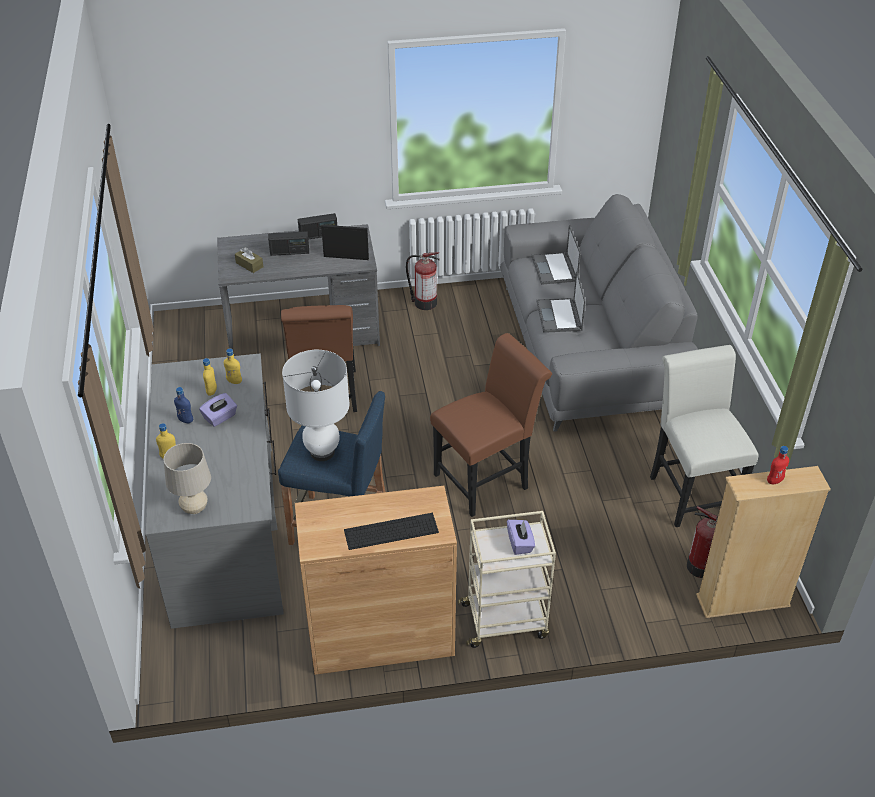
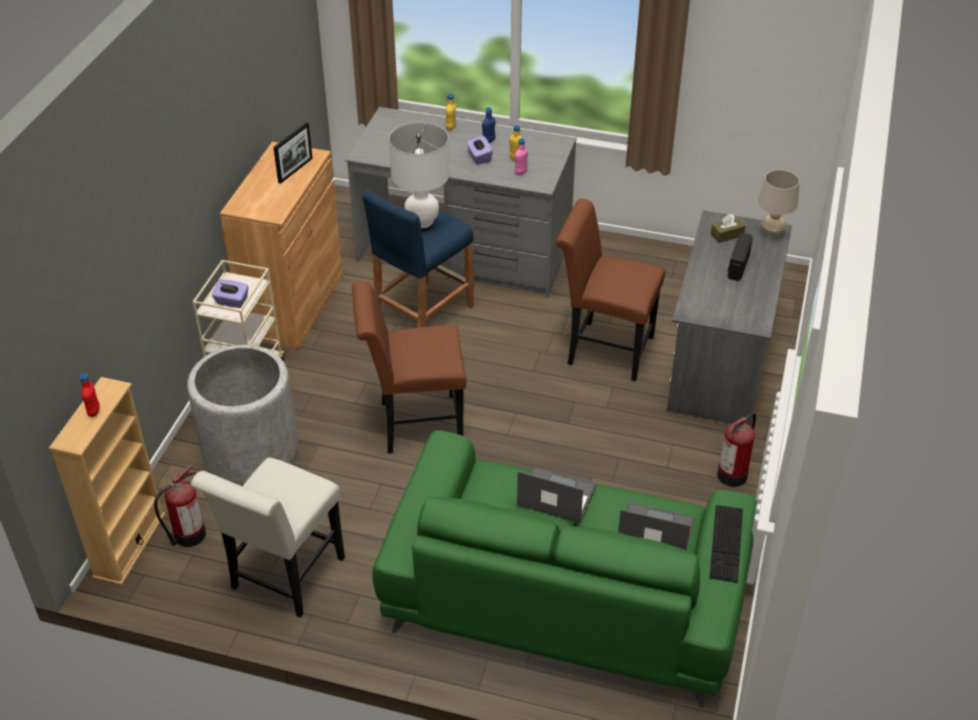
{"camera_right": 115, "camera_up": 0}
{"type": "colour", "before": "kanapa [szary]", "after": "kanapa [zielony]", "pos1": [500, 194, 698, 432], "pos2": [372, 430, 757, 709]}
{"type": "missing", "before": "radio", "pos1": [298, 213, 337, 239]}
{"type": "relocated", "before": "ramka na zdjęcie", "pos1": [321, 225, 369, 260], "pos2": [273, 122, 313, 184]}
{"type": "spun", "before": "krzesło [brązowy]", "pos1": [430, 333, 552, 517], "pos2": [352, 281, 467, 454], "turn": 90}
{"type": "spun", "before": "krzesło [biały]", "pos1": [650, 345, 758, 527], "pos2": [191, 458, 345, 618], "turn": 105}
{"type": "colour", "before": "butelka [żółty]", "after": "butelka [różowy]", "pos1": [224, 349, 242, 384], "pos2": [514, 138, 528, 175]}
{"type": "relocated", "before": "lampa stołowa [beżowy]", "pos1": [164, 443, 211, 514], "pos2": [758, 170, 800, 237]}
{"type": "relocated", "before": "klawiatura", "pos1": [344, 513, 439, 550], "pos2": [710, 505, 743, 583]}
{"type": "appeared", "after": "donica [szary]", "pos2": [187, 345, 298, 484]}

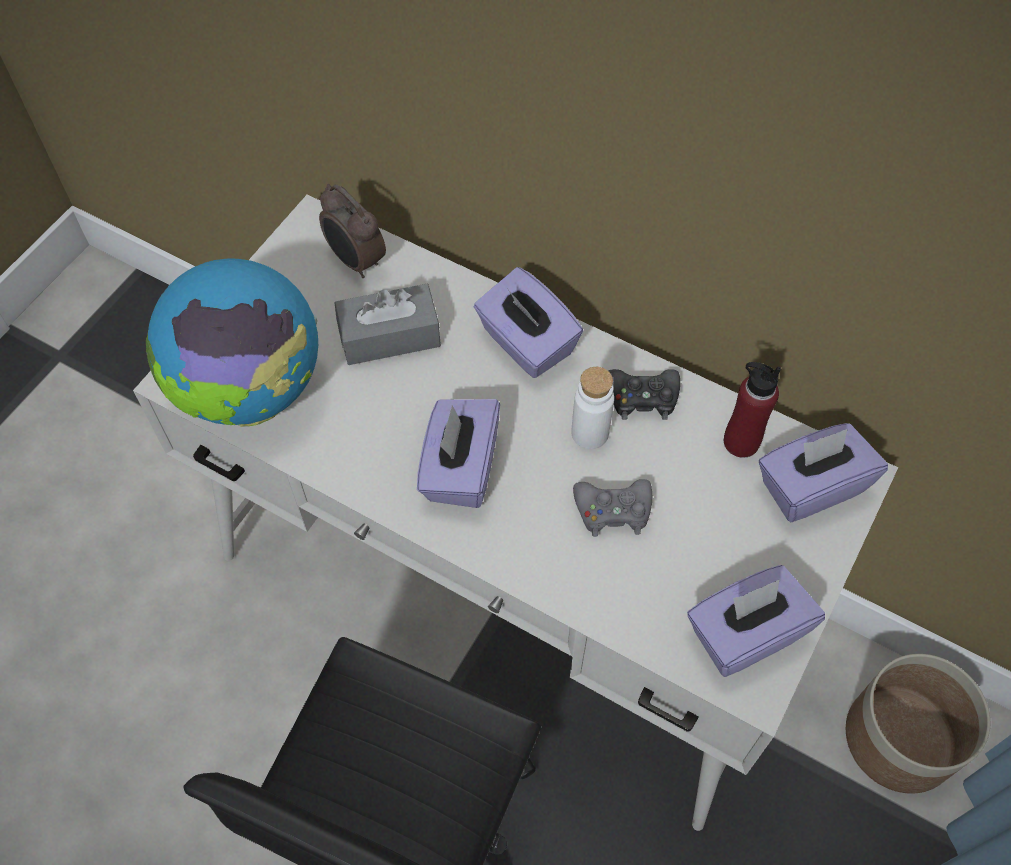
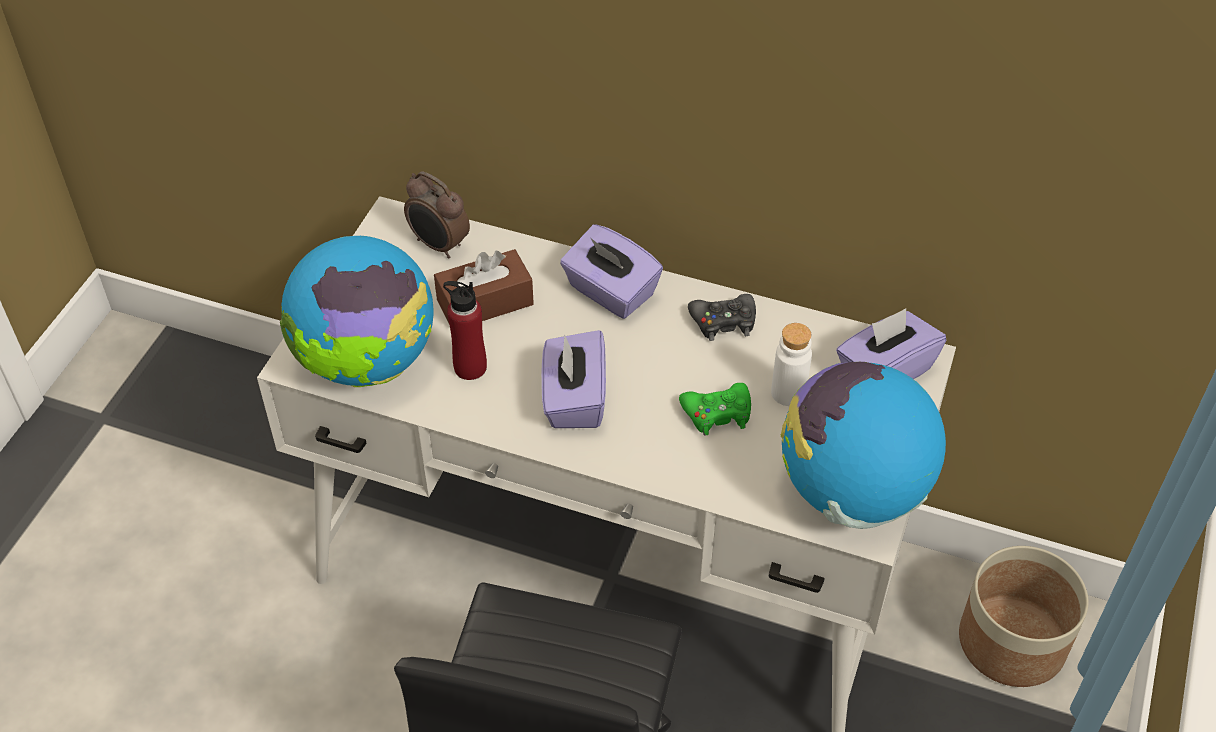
{"camera_right": -10, "camera_up": -10}
{"type": "colour", "before": "pudełko chusteczek [szary]", "after": "pudełko chusteczek [brązowy]", "pos1": [334, 284, 441, 365], "pos2": [434, 249, 534, 323]}
{"type": "relocated", "before": "butelka [czerwony]", "pos1": [724, 362, 781, 458], "pos2": [443, 281, 487, 380]}
{"type": "relocated", "before": "butelka [biały]", "pos1": [571, 367, 614, 449], "pos2": [771, 323, 812, 406]}
{"type": "colour", "before": "pad do gier [szary]", "after": "pad do gier [zielony]", "pos1": [573, 479, 652, 537], "pos2": [679, 383, 751, 436]}
{"type": "exchanged", "before": "pudełko chusteczek [fioletowy]", "after": "globus", "pos1": [687, 565, 825, 677], "pos2": [781, 362, 946, 529]}

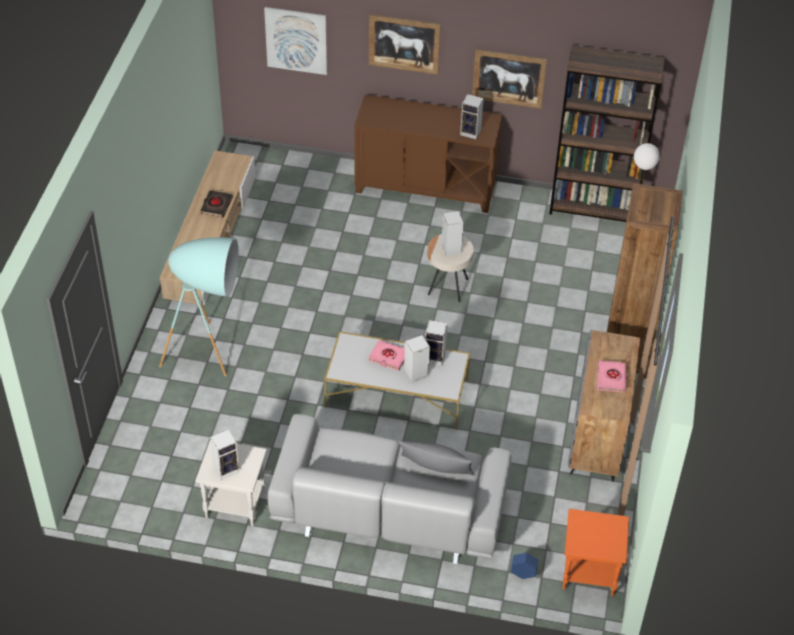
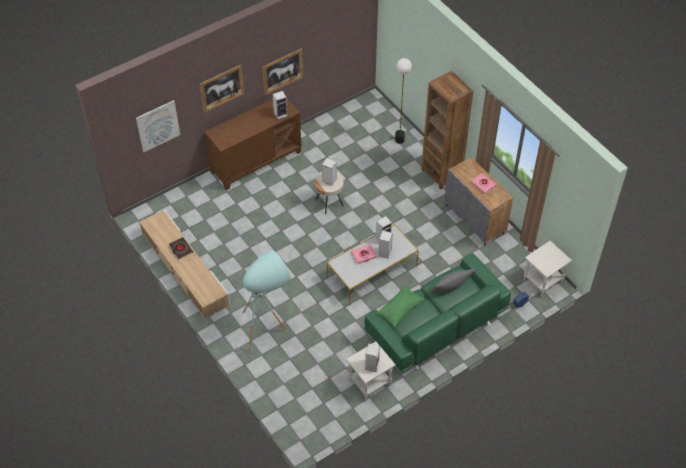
{"camera_right": -45, "camera_up": 5}
{"type": "missing", "before": "regał [brązowy]", "pos1": [549, 45, 665, 222]}
{"type": "colour", "before": "kanapa [szary]", "after": "kanapa [zielony]", "pos1": [268, 414, 511, 564], "pos2": [364, 253, 511, 373]}
{"type": "colour", "before": "stolik [pomarańczowy]", "after": "stolik [biały]", "pos1": [563, 509, 629, 596], "pos2": [524, 241, 572, 297]}
{"type": "appeared", "after": "poduszka [zielony]", "pos2": [376, 286, 424, 327]}

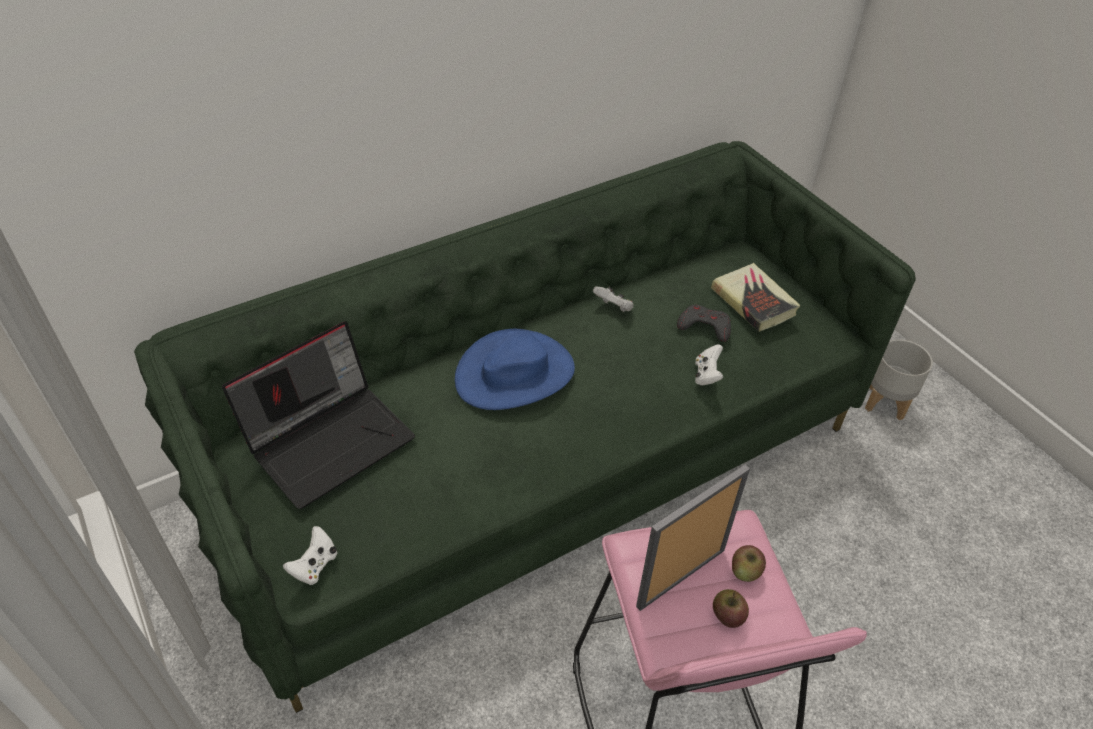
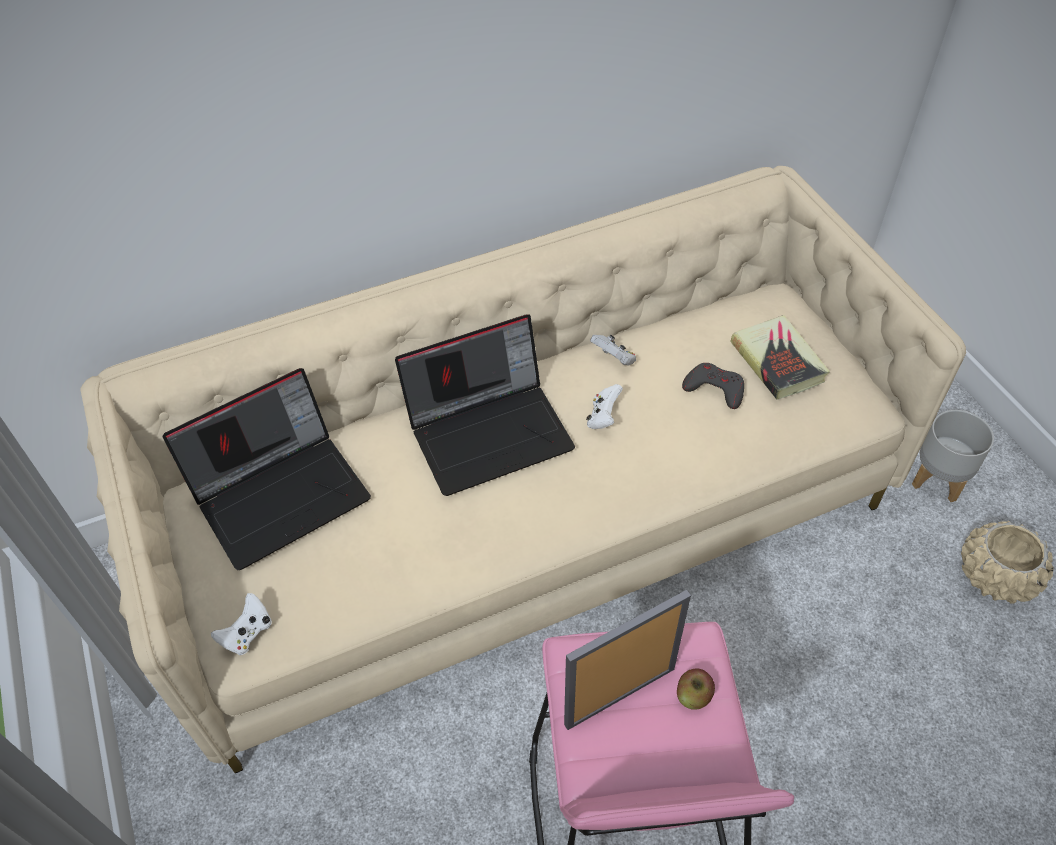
{"camera_right": 10, "camera_up": 5}
{"type": "colour", "before": "kanapa [zielony]", "after": "kanapa [beżowy]", "pos1": [134, 141, 916, 713], "pos2": [80, 166, 966, 773]}
{"type": "exchanged", "before": "kapelusz [niebieski]", "after": "laptop", "pos1": [455, 329, 575, 410], "pos2": [395, 314, 575, 496]}
{"type": "relocated", "before": "pad do gier [biały]", "pos1": [695, 344, 723, 385], "pos2": [586, 384, 623, 429]}
{"type": "missing", "before": "jabłko", "pos1": [713, 589, 749, 628]}
{"type": "appeared", "after": "donica [beżowy]", "pos2": [961, 521, 1054, 604]}

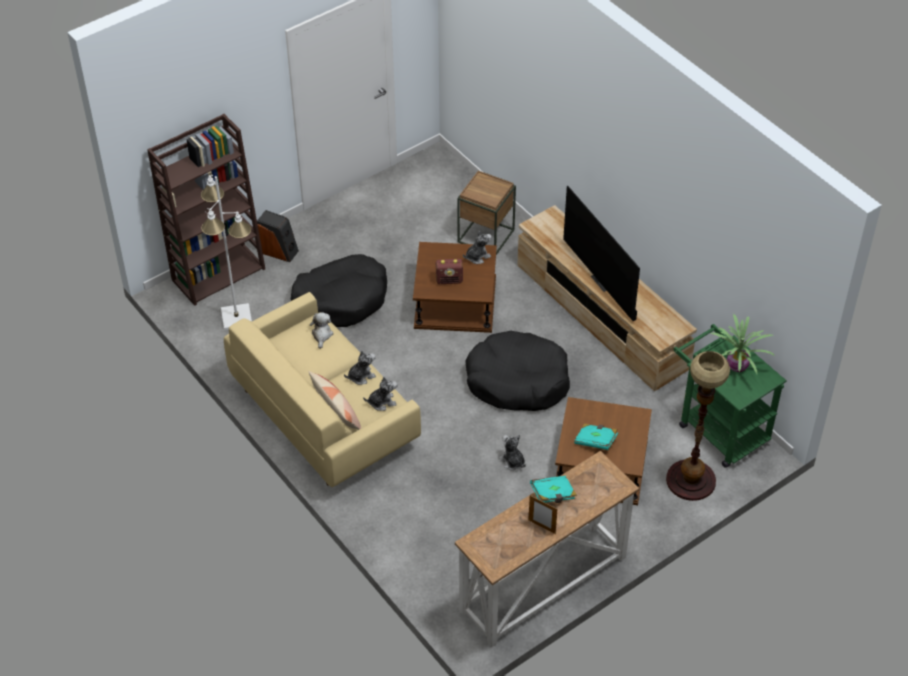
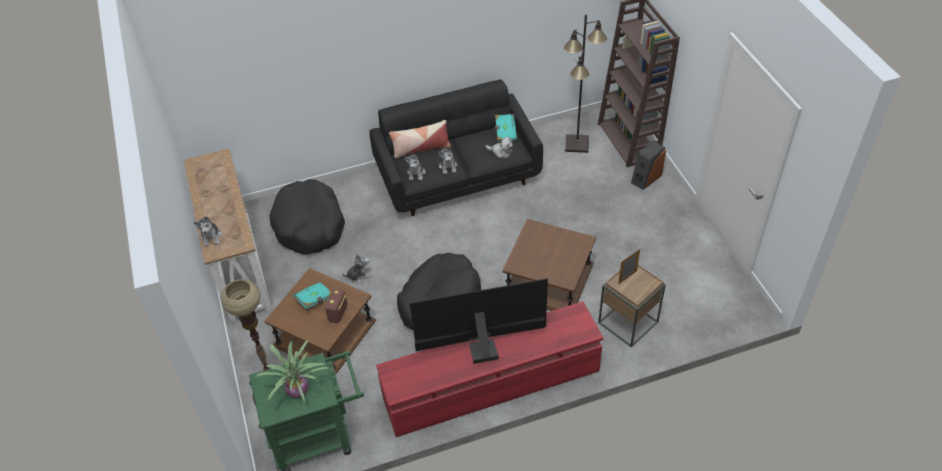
{"camera_right": 110, "camera_up": 0}
{"type": "colour", "before": "lampa stojąca [biały]", "after": "lampa stojąca [czarny]", "pos1": [201, 174, 252, 330], "pos2": [564, 14, 607, 153]}
{"type": "colour", "before": "szafka pod telewizor [beżowy]", "after": "szafka pod telewizor [czerwony]", "pos1": [517, 205, 697, 391], "pos2": [376, 301, 603, 437]}
{"type": "relocated", "before": "pluszak", "pos1": [463, 231, 492, 264], "pos2": [193, 216, 222, 247]}
{"type": "relocated", "before": "legowisko [czarny]", "pos1": [291, 254, 387, 327], "pos2": [269, 179, 345, 254]}
{"type": "relocated", "before": "radio", "pos1": [436, 259, 463, 284], "pos2": [325, 289, 347, 323]}
{"type": "colour", "before": "kanapa [beżowy]", "after": "kanapa [czarny]", "pos1": [224, 292, 421, 487], "pos2": [369, 79, 543, 216]}
{"type": "relocated", "before": "książka [turkusowy]", "pos1": [530, 476, 577, 503], "pos2": [495, 114, 517, 142]}
{"type": "relocated", "before": "ramka na zdjęcie", "pos1": [528, 495, 557, 534], "pos2": [618, 249, 640, 285]}

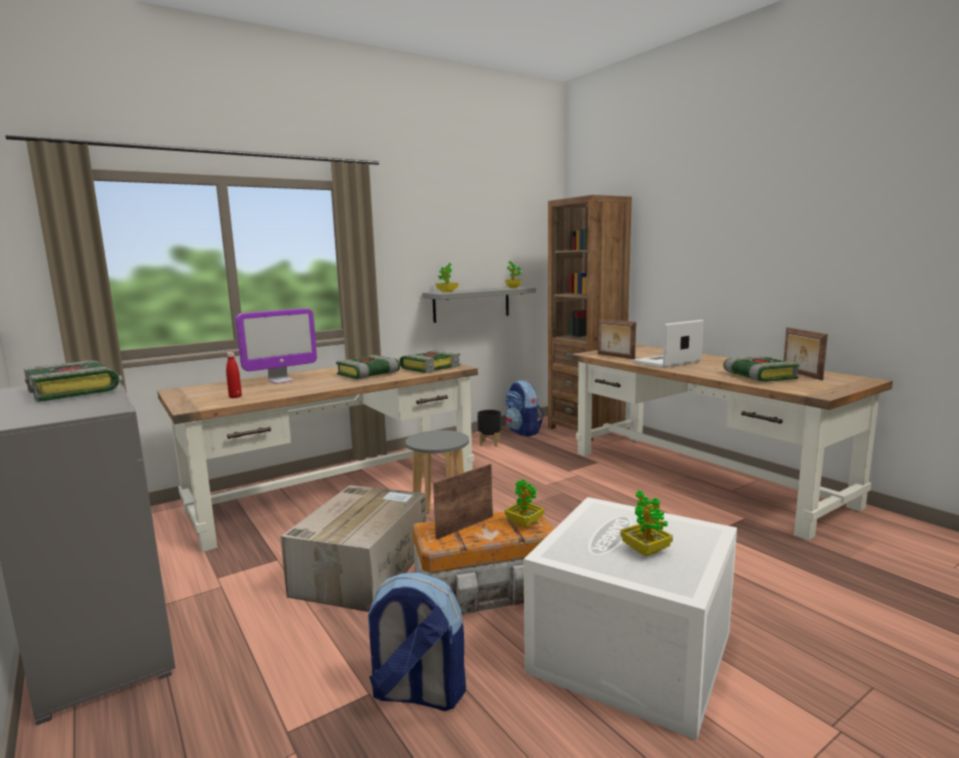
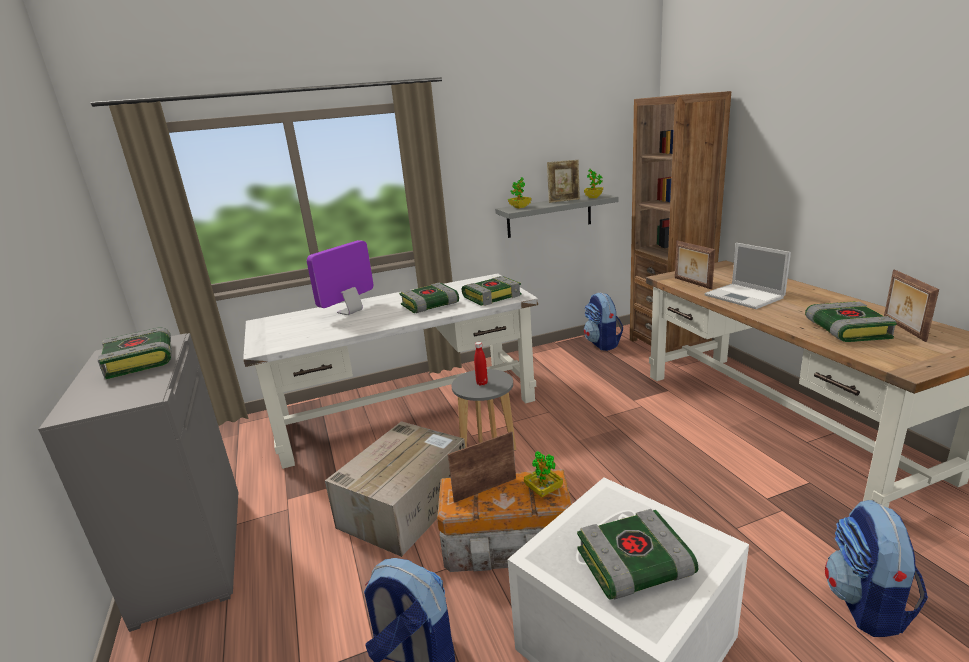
{"camera_right": 15, "camera_up": 10}
{"type": "spun", "before": "monitor", "pos1": [236, 308, 317, 384], "pos2": [307, 240, 373, 315], "turn": 150}
{"type": "spun", "before": "laptop", "pos1": [633, 320, 704, 368], "pos2": [704, 243, 791, 309], "turn": -105}
{"type": "relocated", "before": "butelka [czerwony]", "pos1": [226, 352, 242, 398], "pos2": [474, 342, 488, 386]}
{"type": "colour", "before": "biurko [brązowy]", "after": "biurko [biały]", "pos1": [157, 359, 478, 552], "pos2": [243, 274, 538, 469]}
{"type": "missing", "before": "donica [czarny]", "pos1": [477, 410, 501, 447]}
{"type": "exchanged", "before": "roślina doniczkowa", "after": "książka", "pos1": [620, 490, 673, 556], "pos2": [577, 509, 698, 600]}
{"type": "appeared", "after": "ramka na zdjęcie", "pos2": [547, 160, 580, 203]}
{"type": "appeared", "after": "plecak", "pos2": [825, 500, 928, 637]}

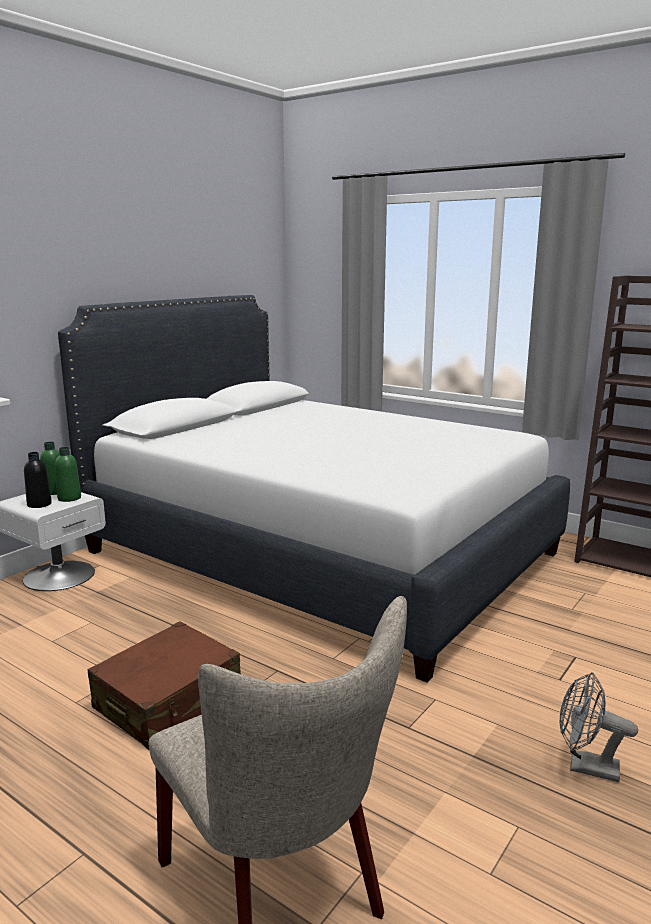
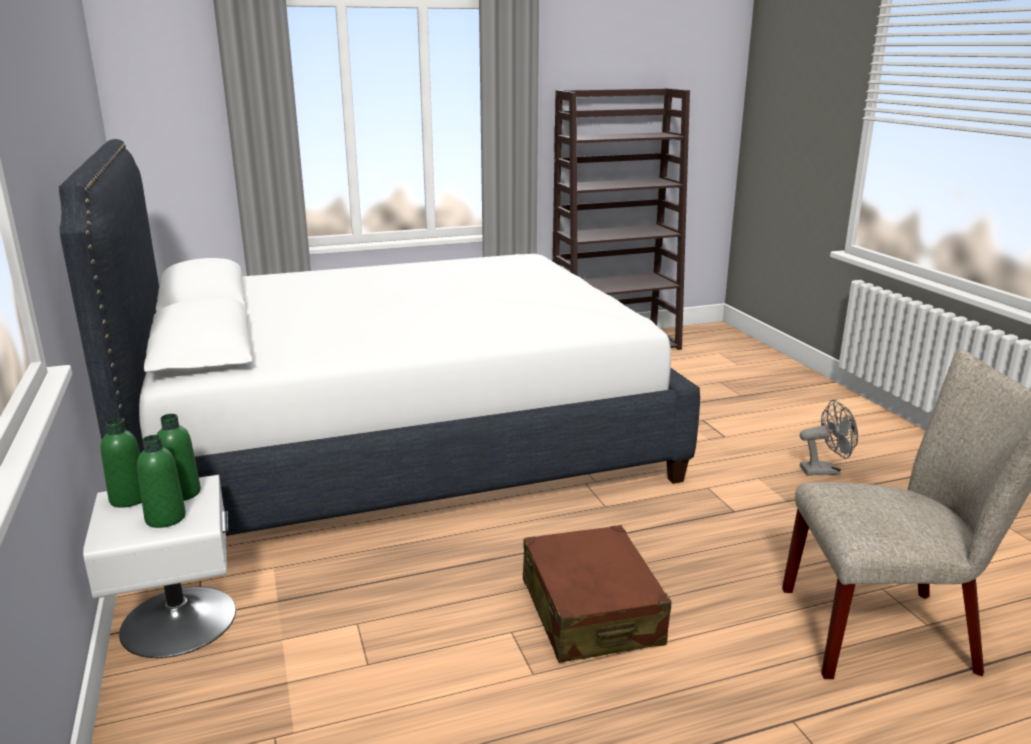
{"camera_right": -55, "camera_up": 5}
{"type": "colour", "before": "butelka [czarny]", "after": "butelka [zielony]", "pos1": [24, 452, 52, 508], "pos2": [137, 435, 186, 528]}
{"type": "spun", "before": "wentylator [szary]", "pos1": [560, 672, 638, 782], "pos2": [800, 400, 858, 476], "turn": -150}

